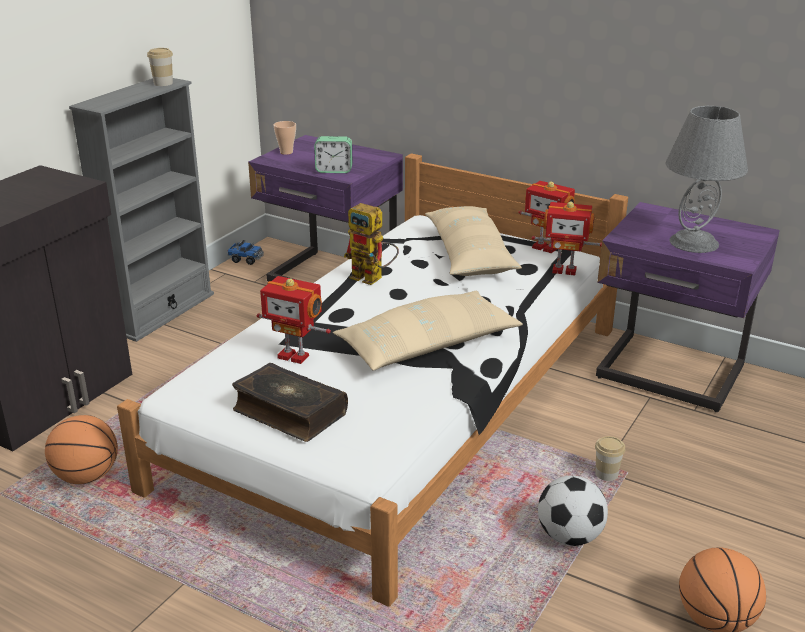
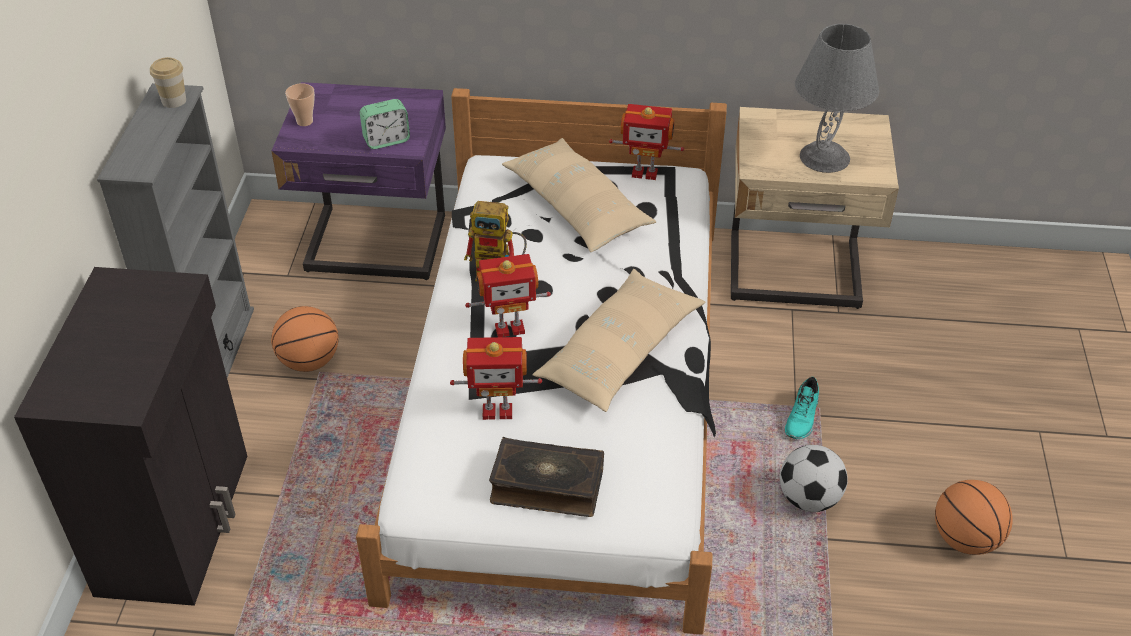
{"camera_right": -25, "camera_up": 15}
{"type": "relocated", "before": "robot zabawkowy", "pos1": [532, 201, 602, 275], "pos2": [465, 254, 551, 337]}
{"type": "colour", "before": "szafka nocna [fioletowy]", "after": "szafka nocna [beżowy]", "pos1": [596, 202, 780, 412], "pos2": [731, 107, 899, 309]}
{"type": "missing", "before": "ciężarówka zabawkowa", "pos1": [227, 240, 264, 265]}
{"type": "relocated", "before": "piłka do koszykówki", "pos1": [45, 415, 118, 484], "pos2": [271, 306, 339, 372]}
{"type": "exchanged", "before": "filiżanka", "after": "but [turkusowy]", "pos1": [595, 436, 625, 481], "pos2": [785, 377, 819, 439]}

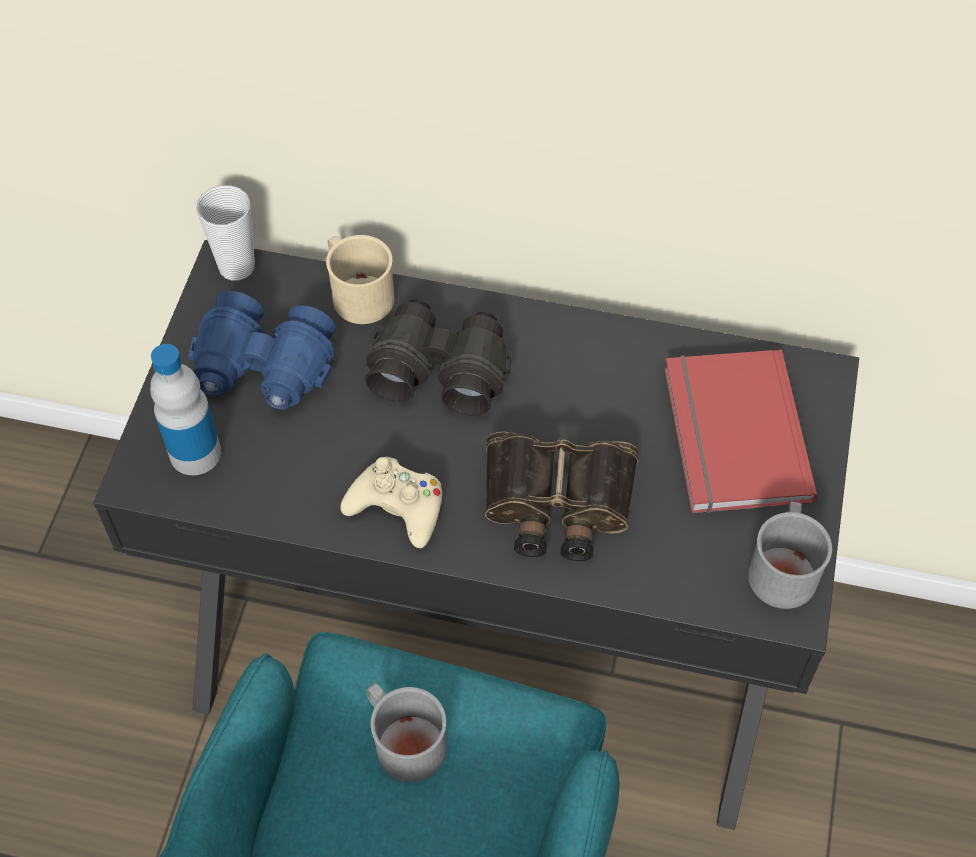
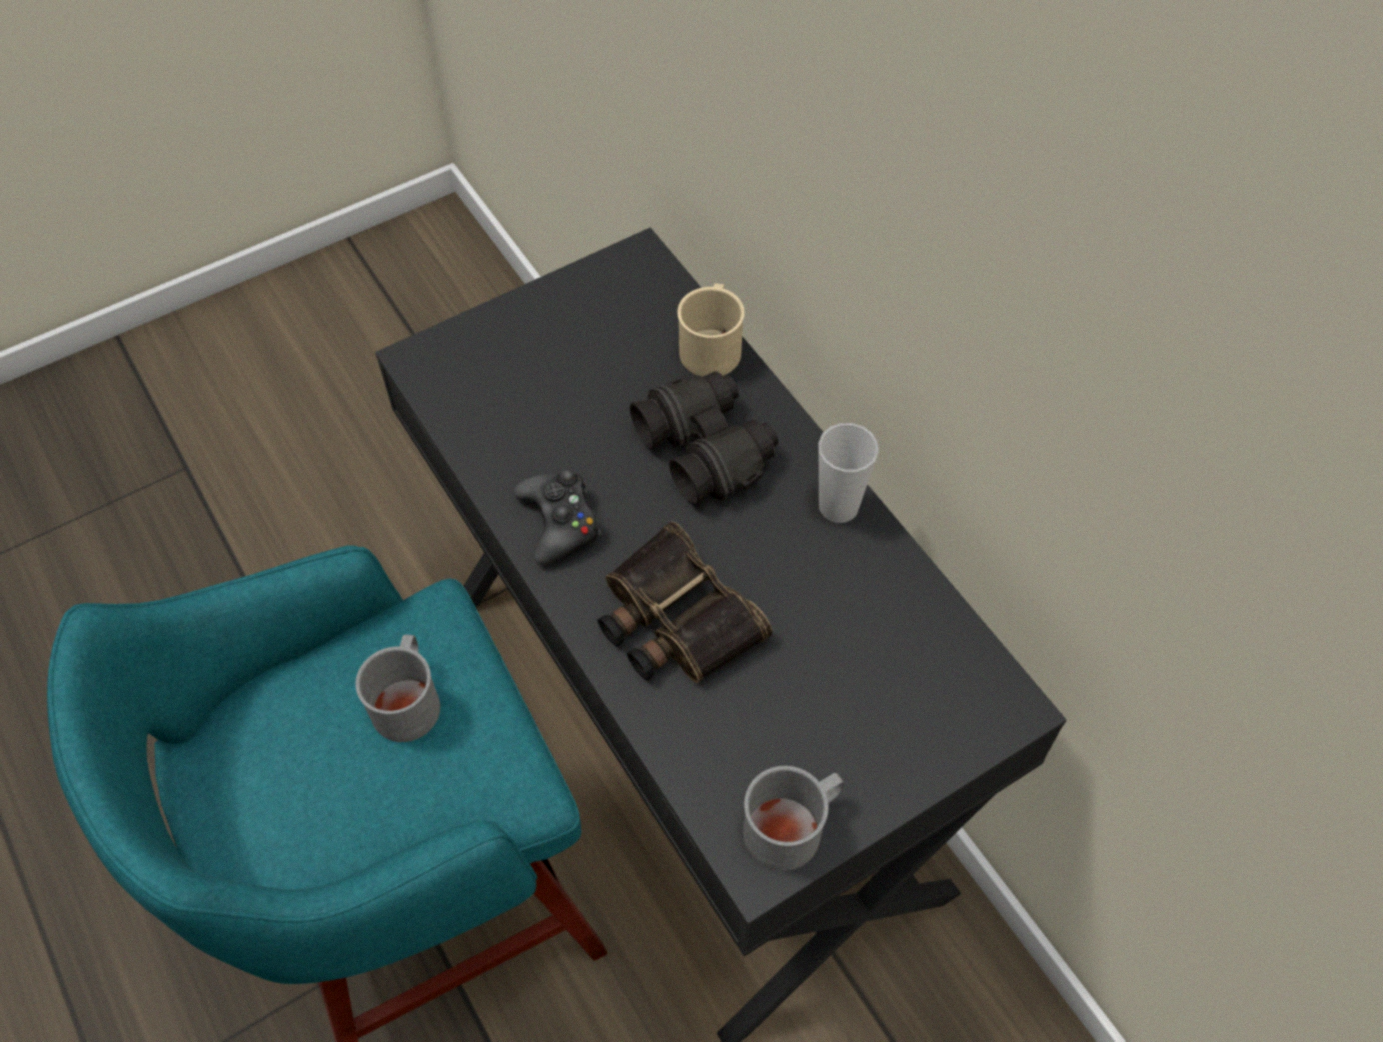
{"camera_right": 45, "camera_up": 0}
{"type": "relocated", "before": "filiżanka", "pos1": [196, 185, 255, 281], "pos2": [819, 423, 879, 523]}
{"type": "missing", "before": "lornetka [niebieski]", "pos1": [188, 291, 336, 410]}
{"type": "missing", "before": "butelka", "pos1": [150, 344, 221, 475]}
{"type": "missing", "before": "książka [czerwony]", "pos1": [664, 350, 818, 513]}
{"type": "colour", "before": "pad do gier [beżowy]", "after": "pad do gier [czarny]", "pos1": [340, 457, 442, 548], "pos2": [514, 470, 602, 565]}

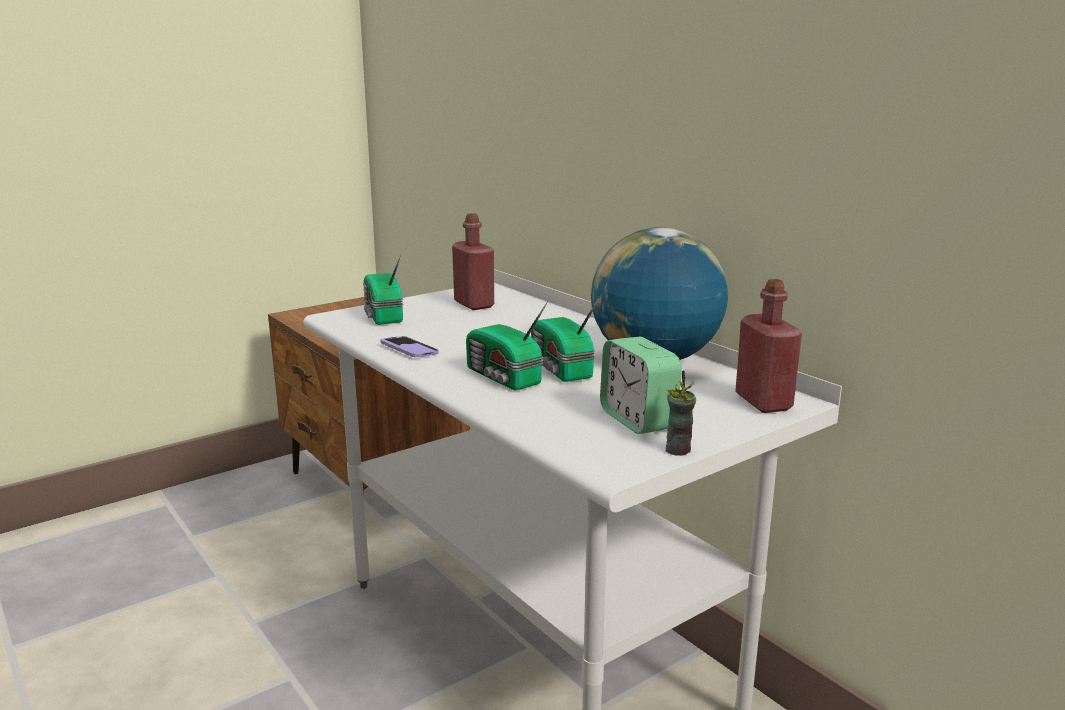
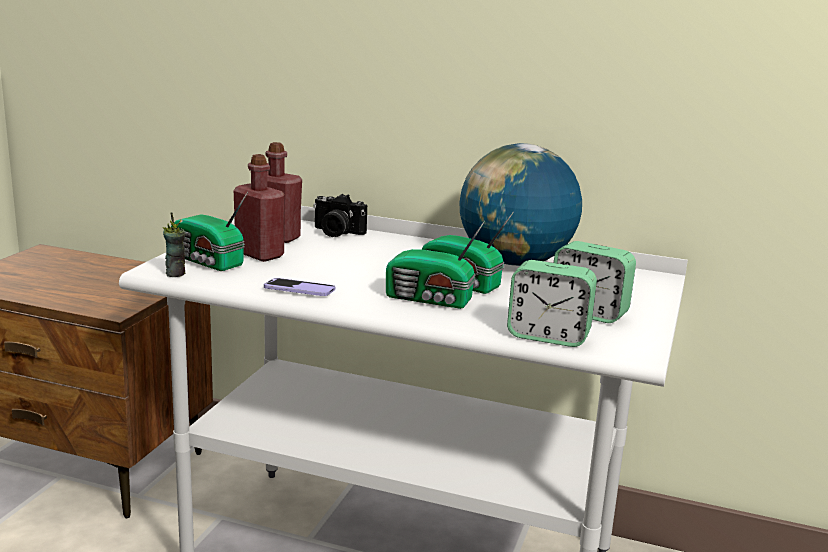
{"camera_right": -35, "camera_up": 0}
{"type": "relocated", "before": "butelka [czerwony]", "pos1": [735, 279, 802, 413], "pos2": [234, 154, 285, 262]}
{"type": "relocated", "before": "filiżanka", "pos1": [665, 370, 696, 456], "pos2": [163, 212, 185, 277]}
{"type": "appeared", "after": "aparat fotograficzny", "pos2": [313, 194, 367, 237]}
{"type": "appeared", "after": "budzik", "pos2": [507, 260, 597, 347]}

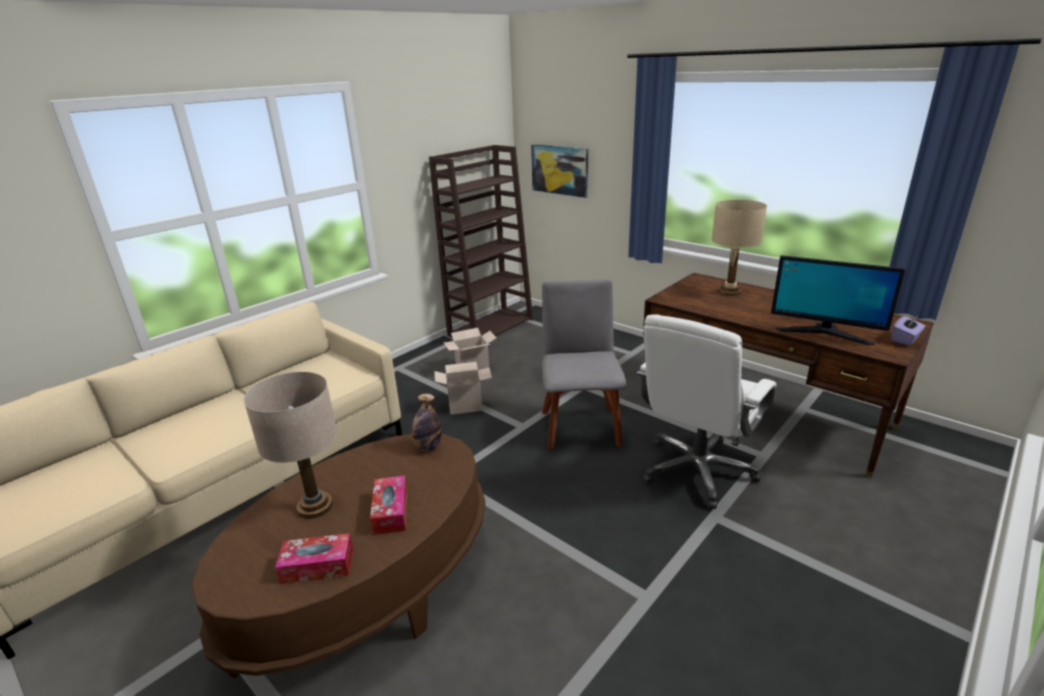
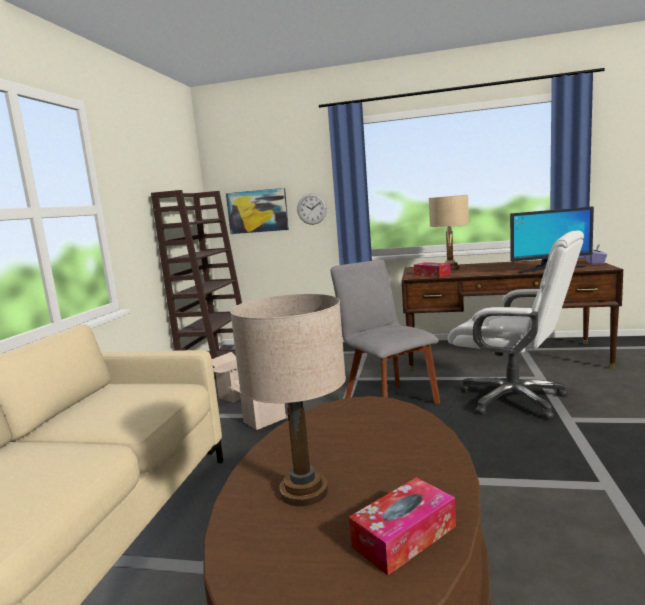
{"camera_right": -30, "camera_up": -15}
{"type": "spun", "before": "krzesło biurowe [biały]", "pos1": [637, 314, 777, 509], "pos2": [448, 230, 584, 419], "turn": -60}
{"type": "missing", "before": "butelka", "pos1": [411, 394, 442, 451]}
{"type": "relocated", "before": "pudełko chusteczek", "pos1": [370, 476, 407, 535], "pos2": [414, 262, 451, 277]}
{"type": "appeared", "after": "zegar ścienny", "pos2": [297, 194, 327, 225]}

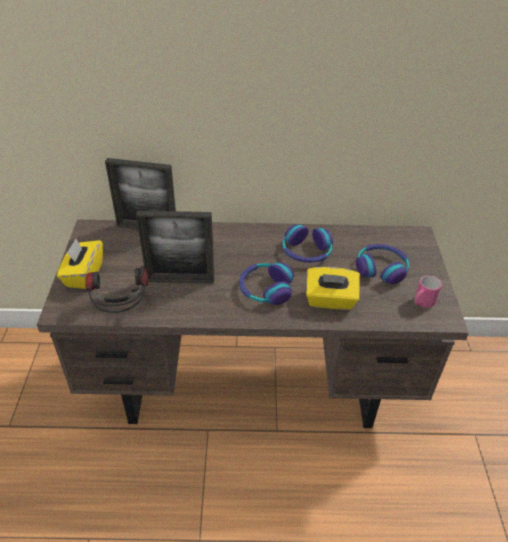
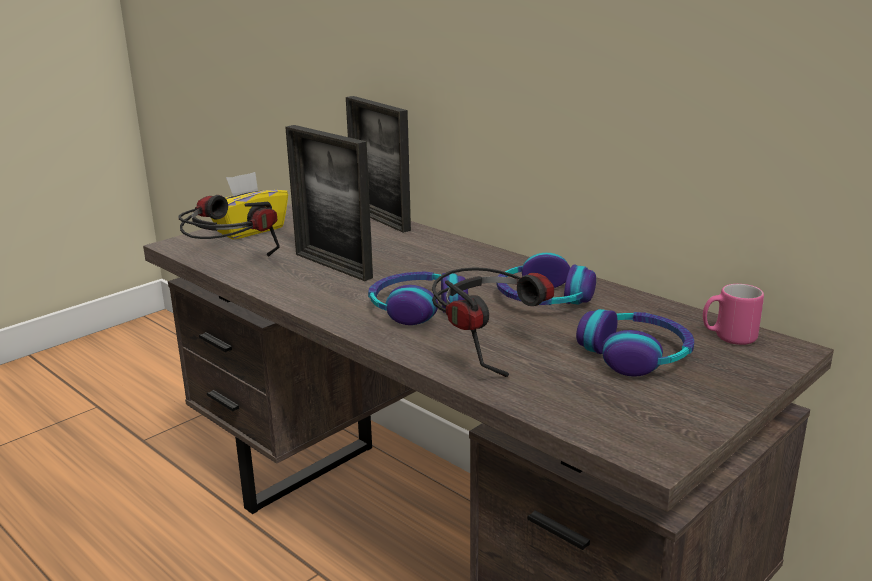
{"camera_right": 45, "camera_up": -20}
{"type": "exchanged", "before": "pudełko chusteczek [żółty]", "after": "słuchawki", "pos1": [306, 267, 360, 310], "pos2": [432, 267, 554, 377]}
{"type": "relocated", "before": "kubek [różowy]", "pos1": [414, 275, 442, 308], "pos2": [703, 284, 764, 345]}

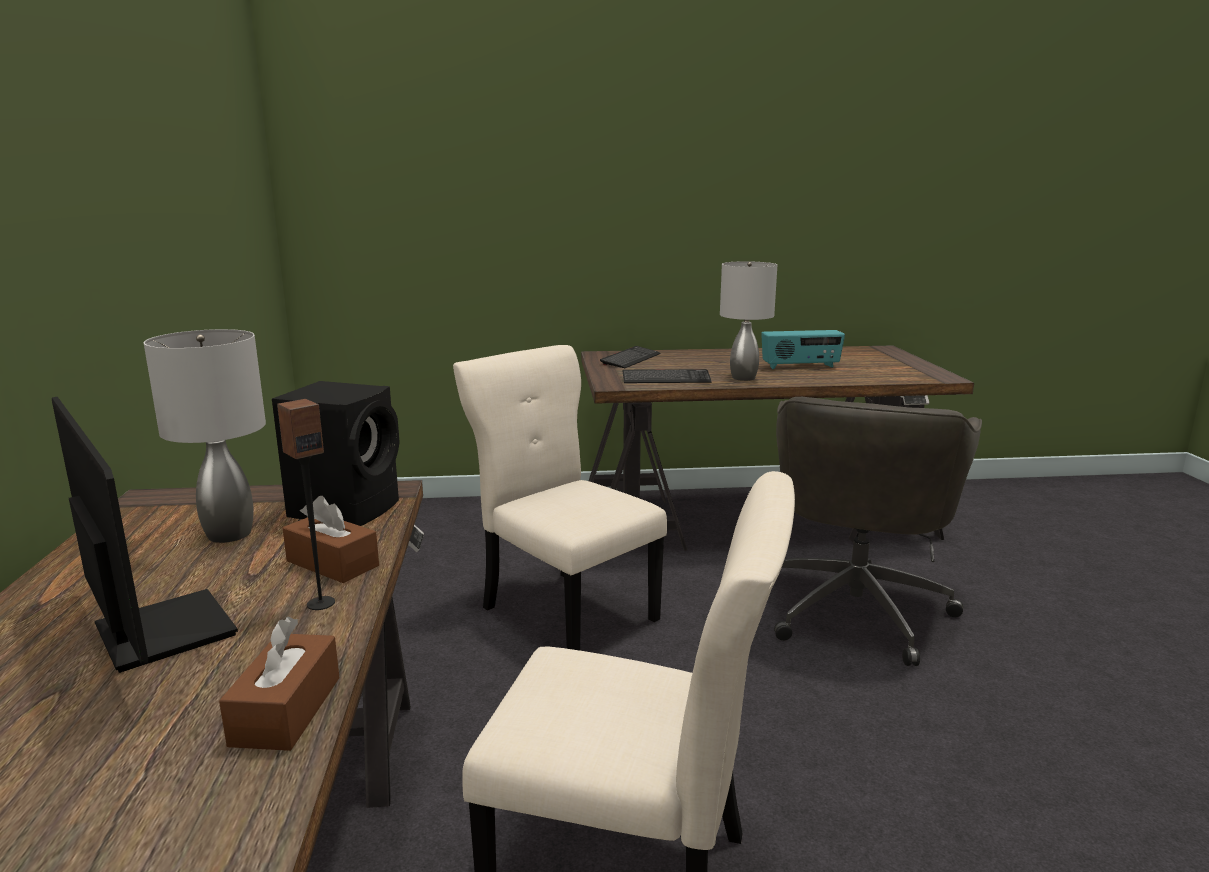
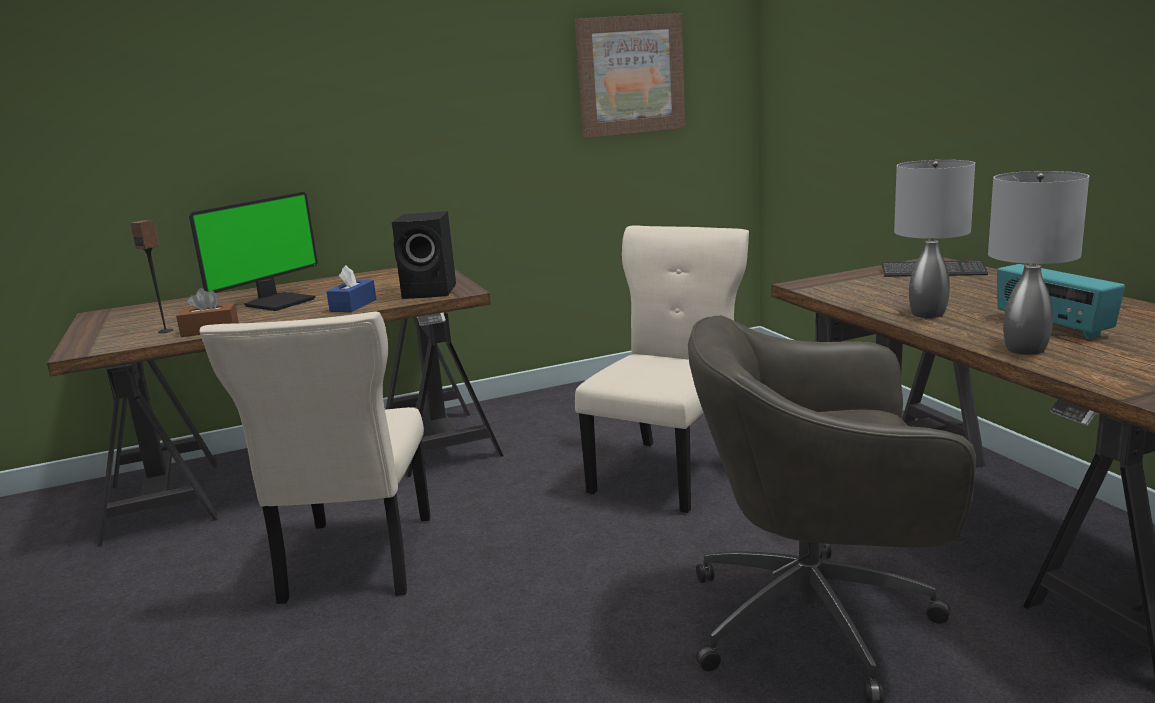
{"camera_right": 75, "camera_up": 0}
{"type": "relocated", "before": "lampa stołowa [szary]", "pos1": [144, 329, 266, 543], "pos2": [988, 171, 1089, 355]}
{"type": "missing", "before": "klawiatura", "pos1": [623, 369, 712, 383]}
{"type": "relocated", "before": "głośnik", "pos1": [277, 399, 335, 610], "pos2": [130, 220, 173, 333]}
{"type": "colour", "before": "pudełko chusteczek [brązowy]", "after": "pudełko chusteczek [niebieski]", "pos1": [283, 496, 379, 583], "pos2": [326, 265, 376, 312]}
{"type": "appeared", "after": "obraz", "pos2": [575, 13, 685, 138]}

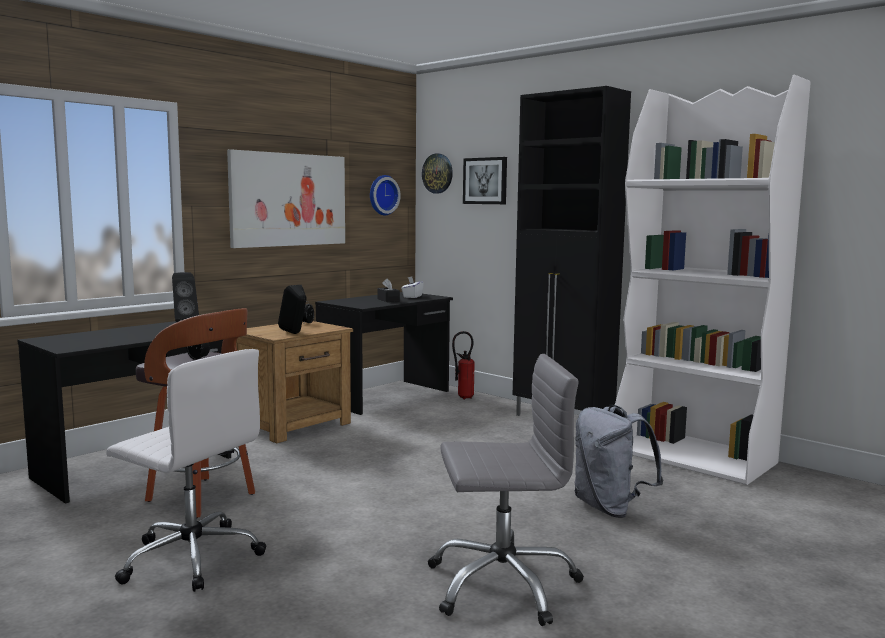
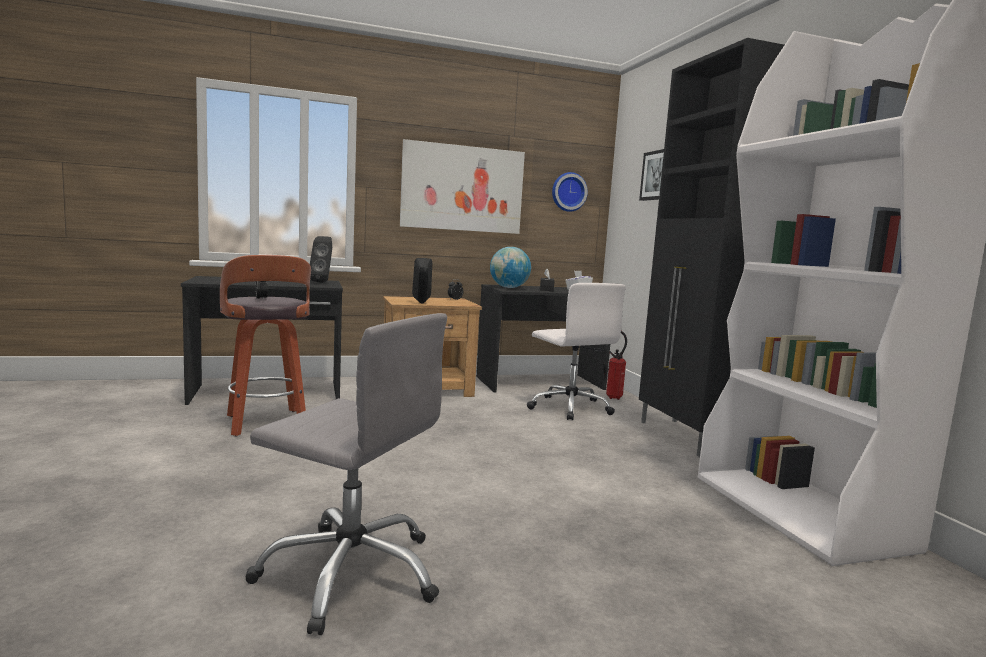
{"camera_right": 30, "camera_up": 0}
{"type": "missing", "before": "zegar ścienny", "pos1": [422, 153, 453, 194]}
{"type": "relocated", "before": "krzesło biurowe [biały]", "pos1": [106, 349, 266, 592], "pos2": [527, 283, 626, 420]}
{"type": "missing", "before": "plecak [szary]", "pos1": [575, 405, 663, 518]}
{"type": "appeared", "after": "globus", "pos2": [490, 247, 531, 288]}

